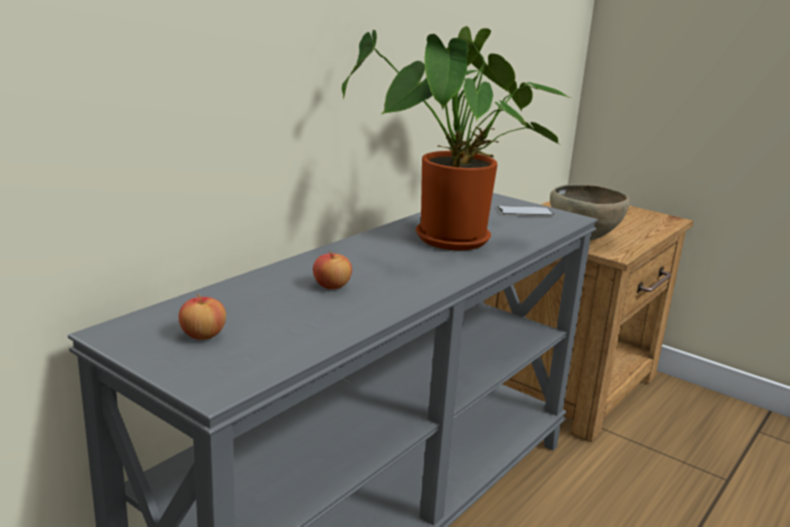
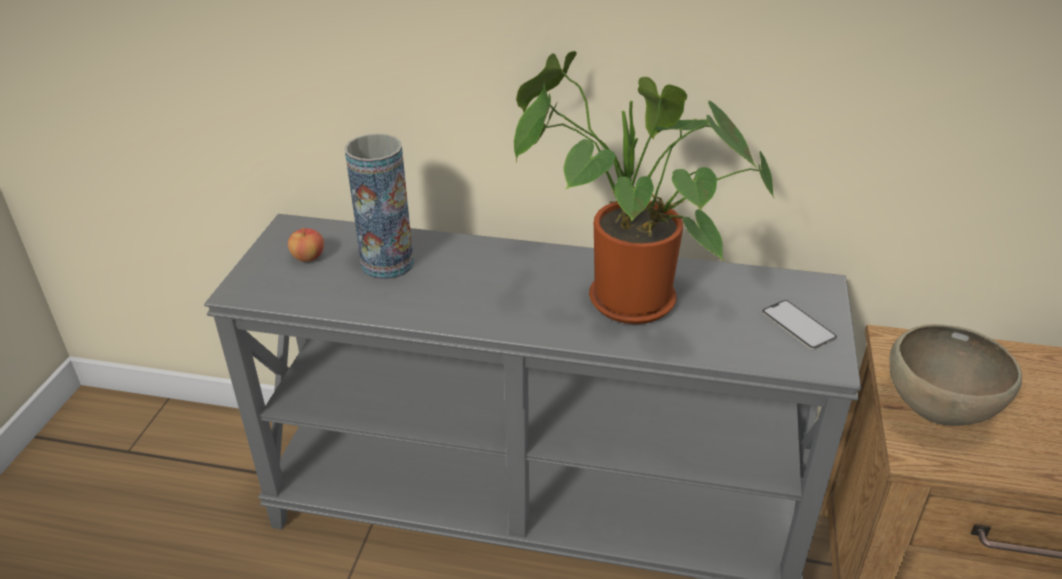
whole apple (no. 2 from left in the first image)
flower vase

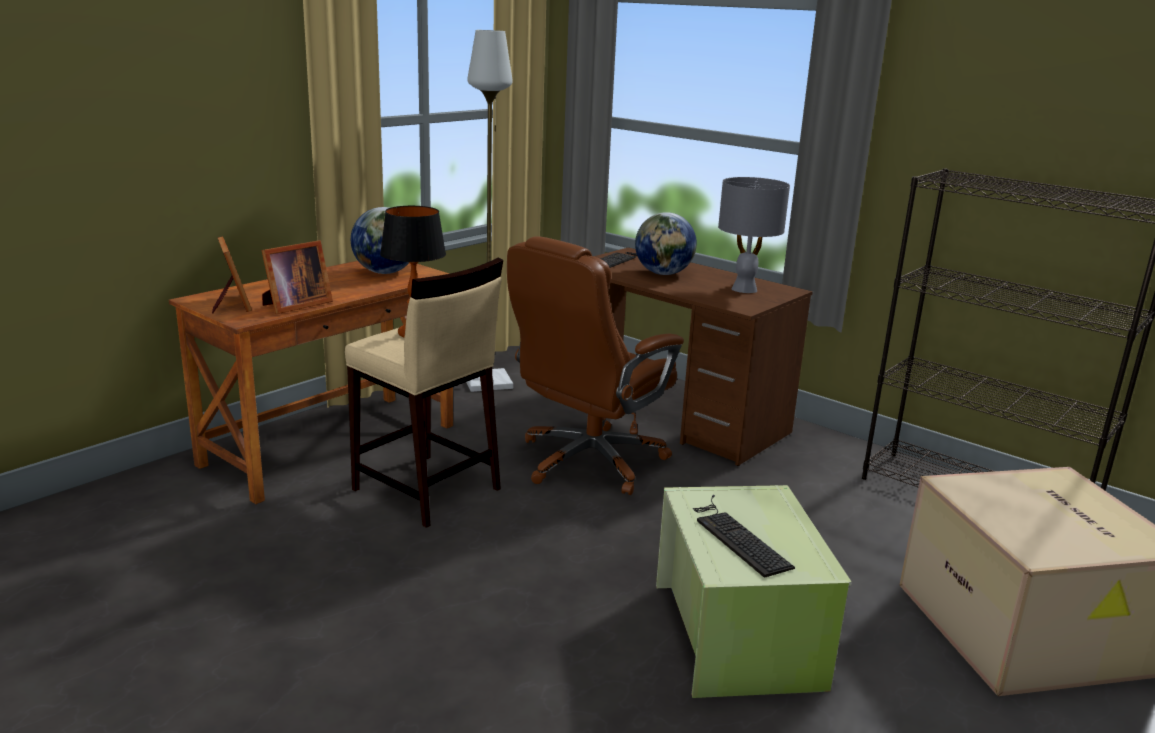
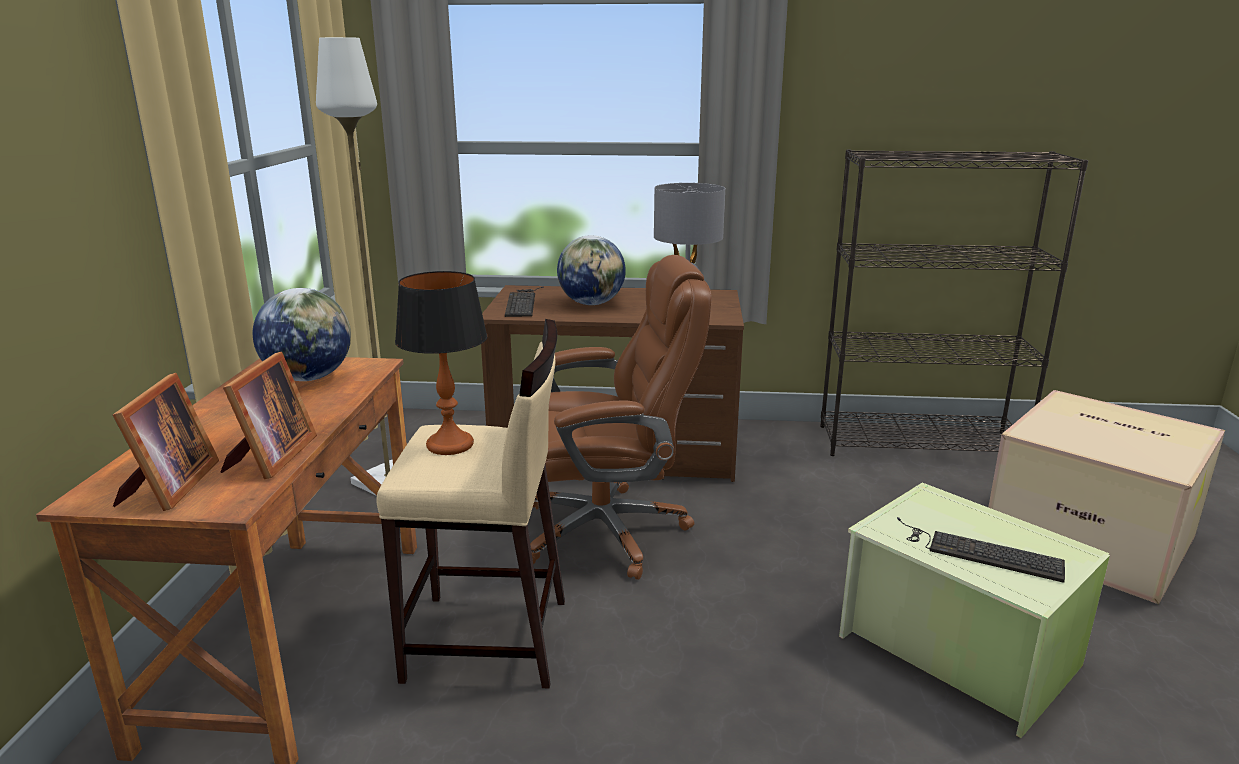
picture frame (no. 1 from left)
brown-coloured office chair

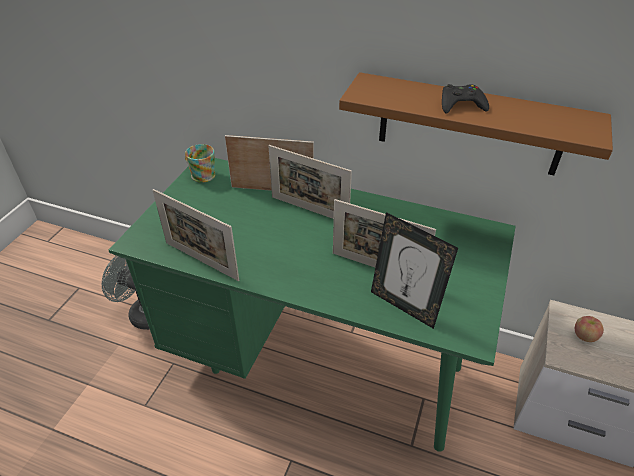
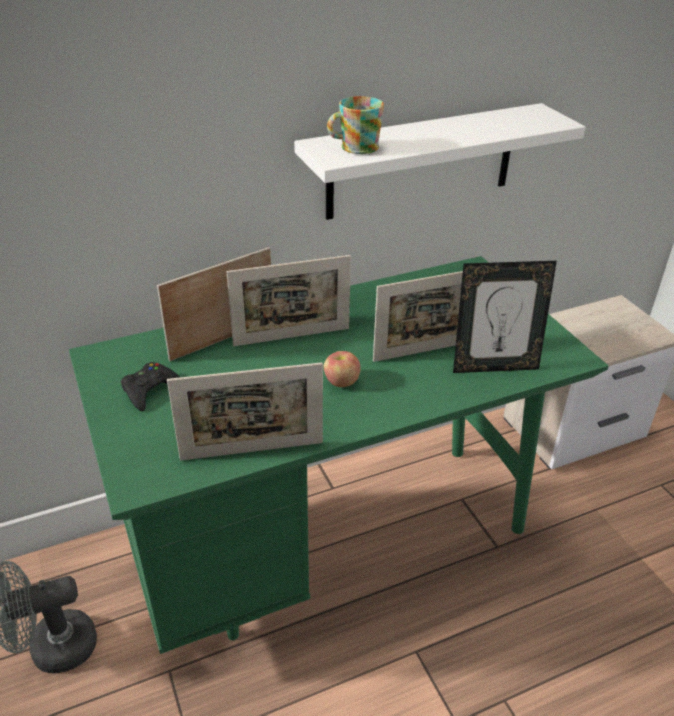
white wall shelf
blackish game controller
coffee mug
whole apple

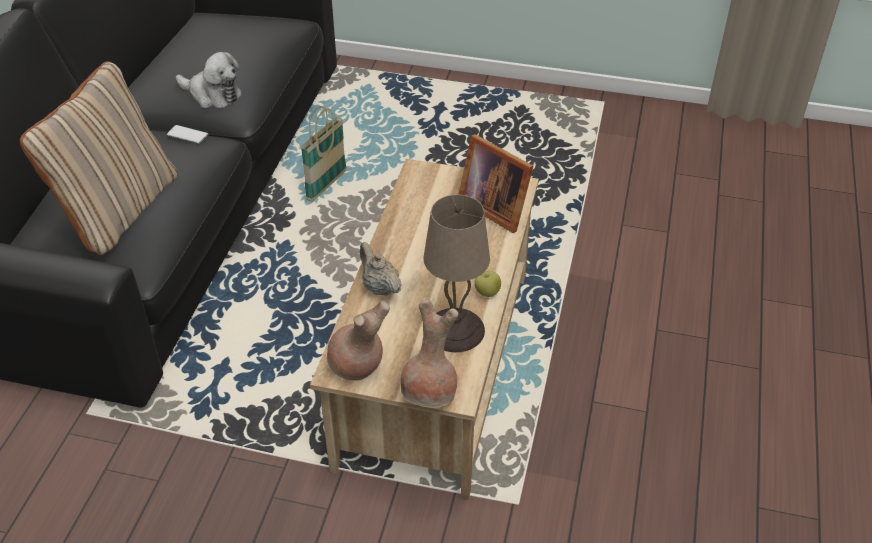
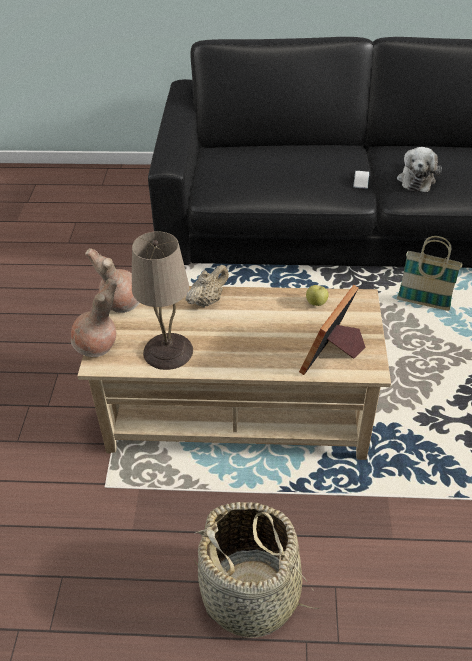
beige-coloured throw pillow
whole apple
basket (no. 1 from left)

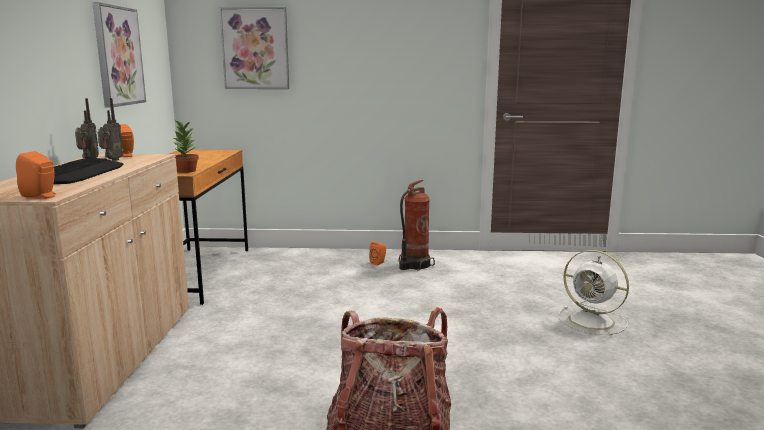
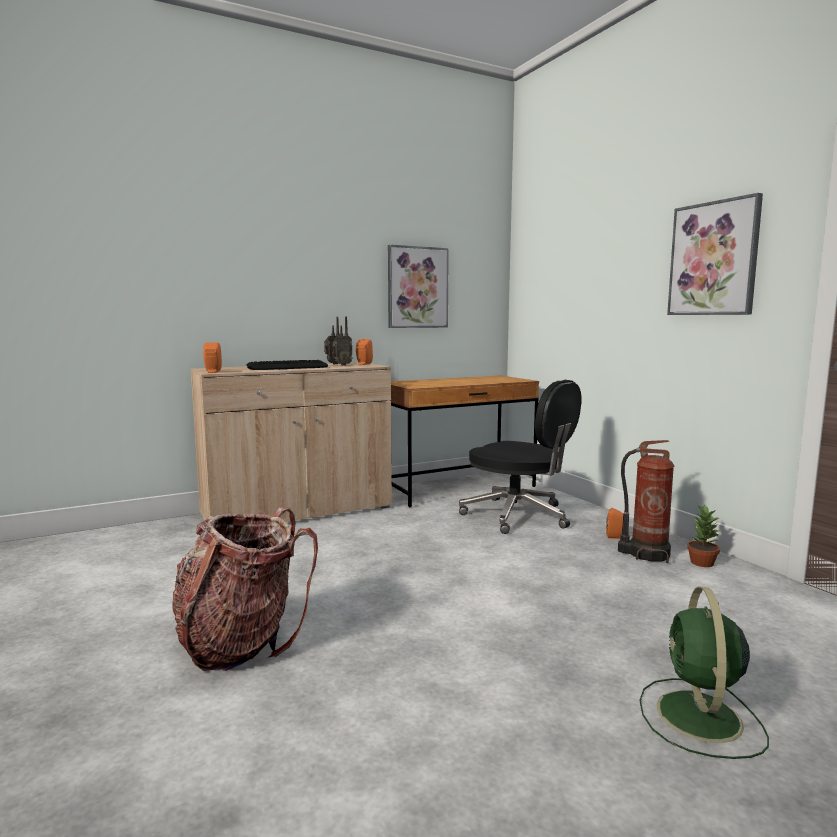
picture (no. 2 from left)
plant in a pot
green-coloured cooling fan
blackish office chair

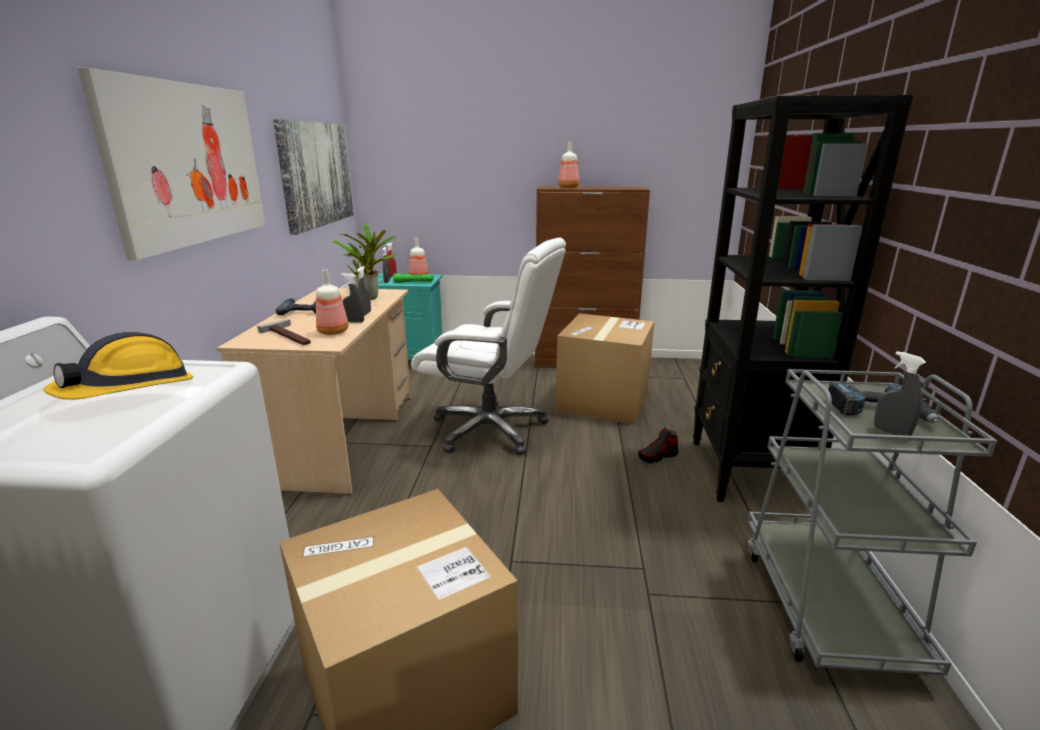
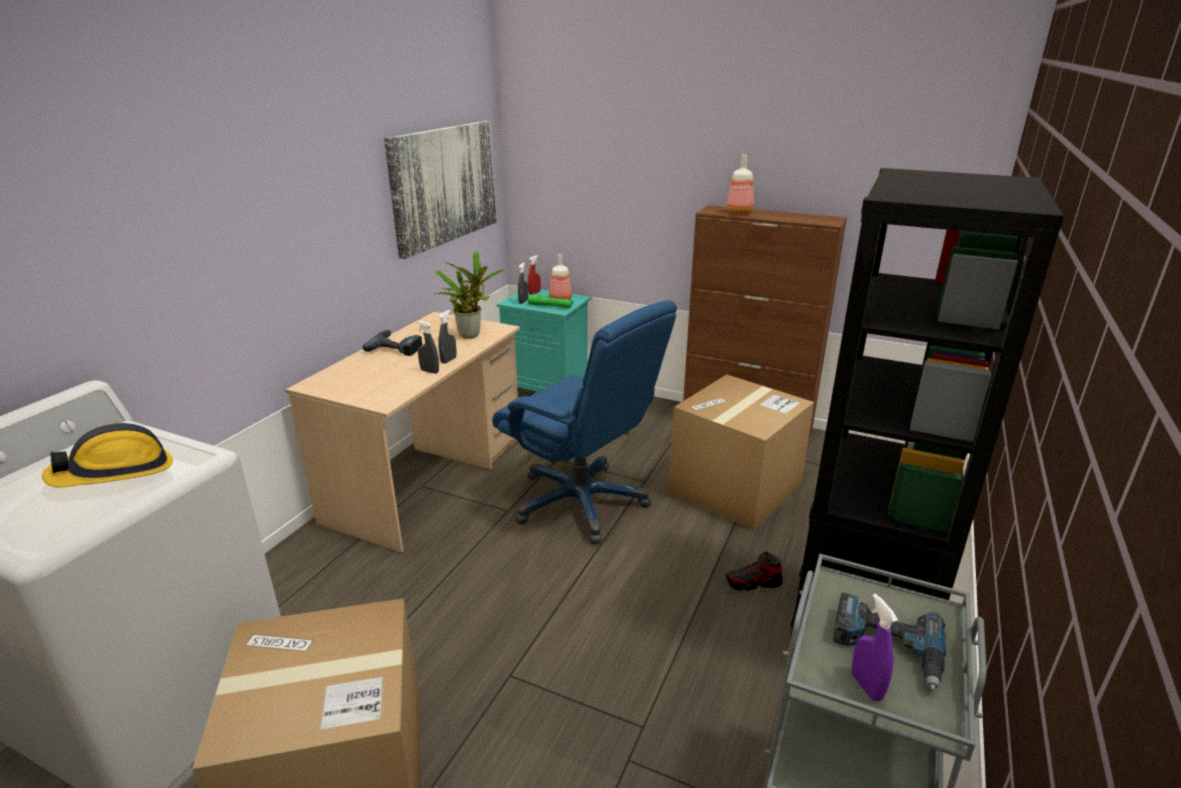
picture (no. 1 from left in the first image)
bluish office chair
beverage bottle (no. 1 from left in the first image)
tool hammer
purple-coloured sprayer

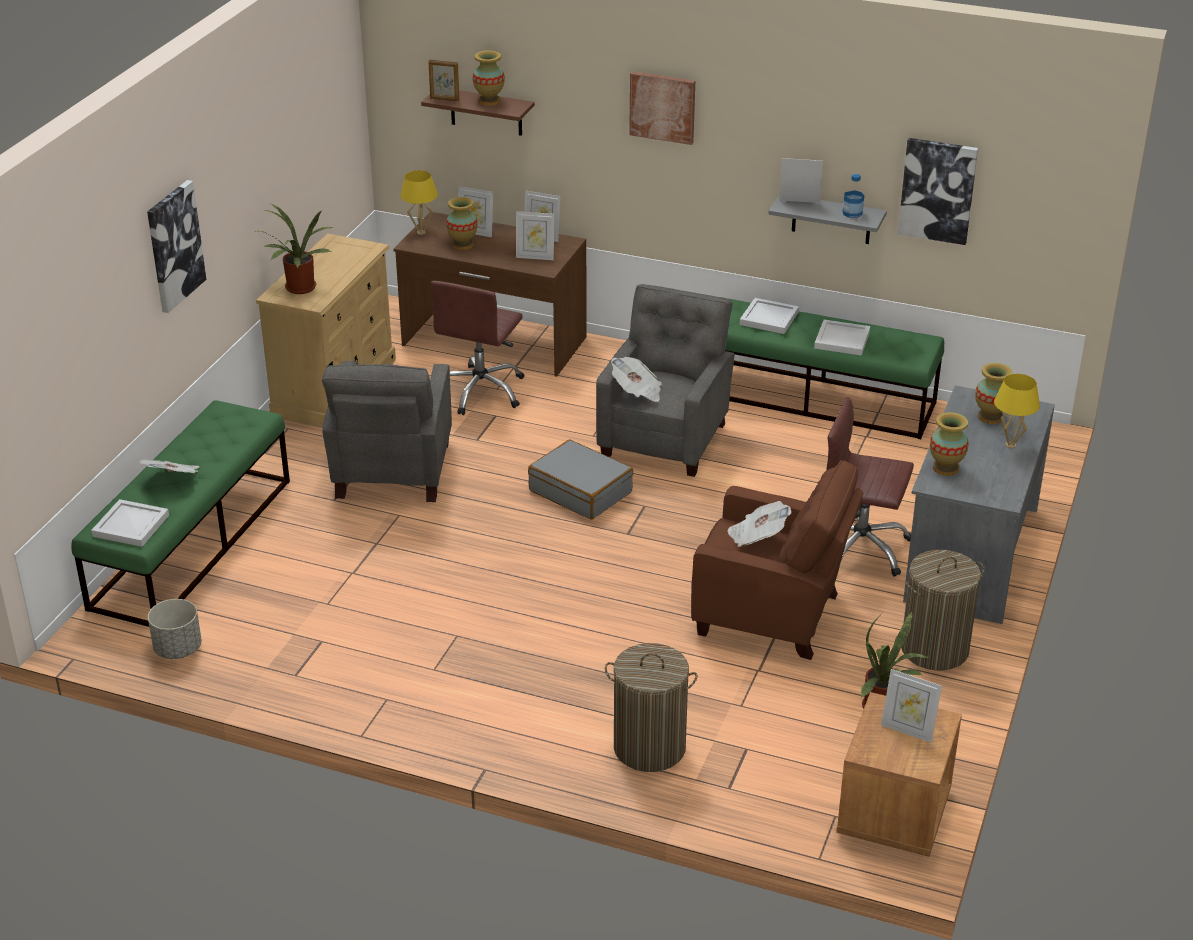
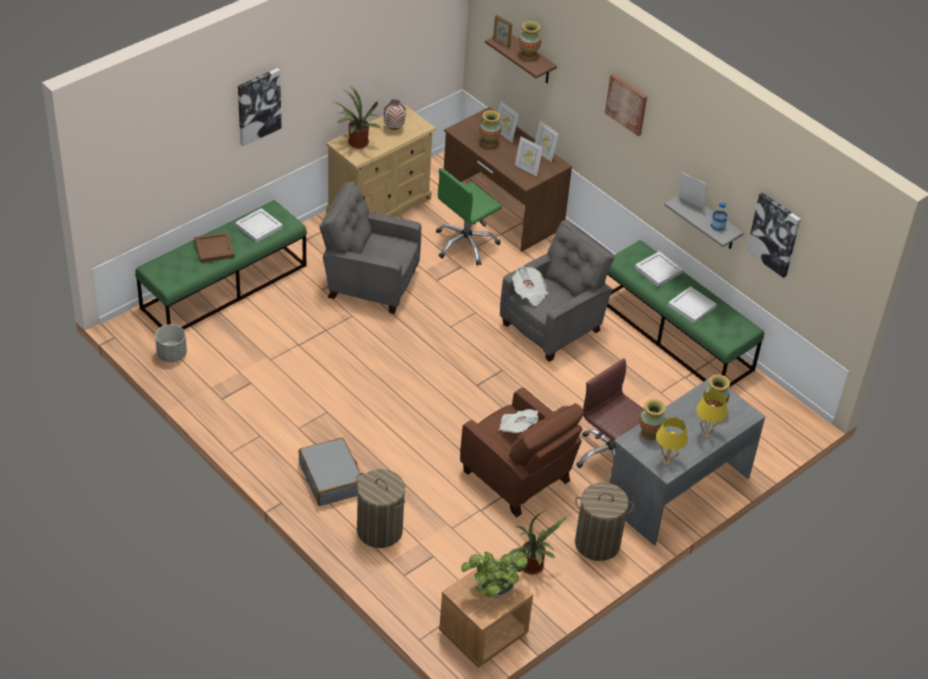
yellowish table lamp (no. 1 from left)
green-coloured office chair
grey lounge chair (no. 1 from left)
grey suitcase
brown-coloured serving tray
white serving tray (no. 1 from left)
plant in a pot (no. 2 from left)
flower vase (no. 1 from left)

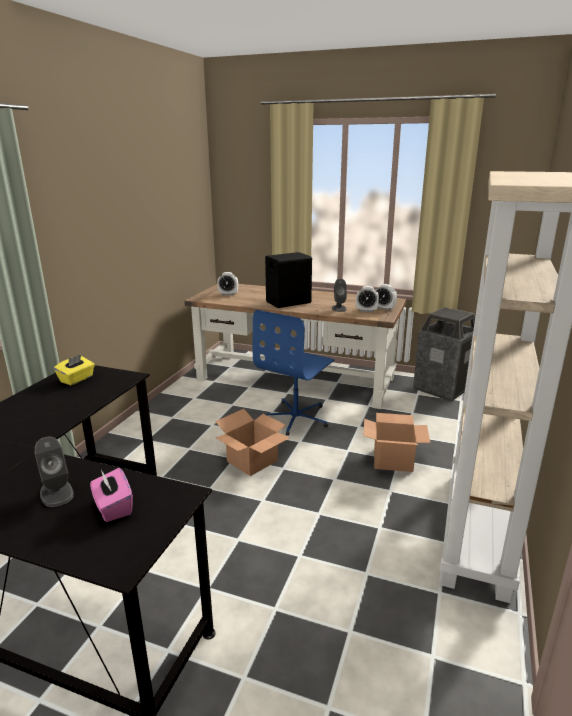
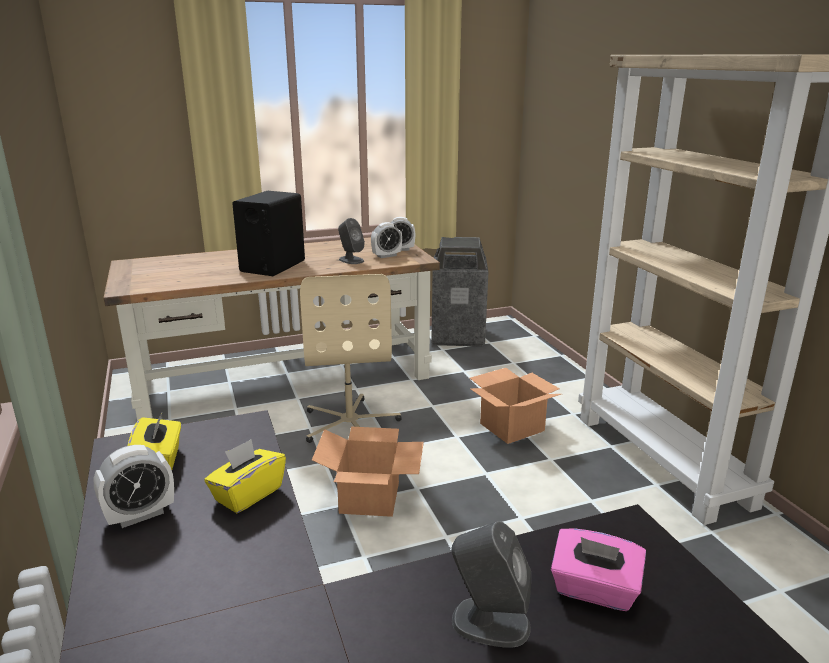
alarm clock (no. 1 from left)
beige-coloured office chair
yellowish tissue box (no. 2 from left)

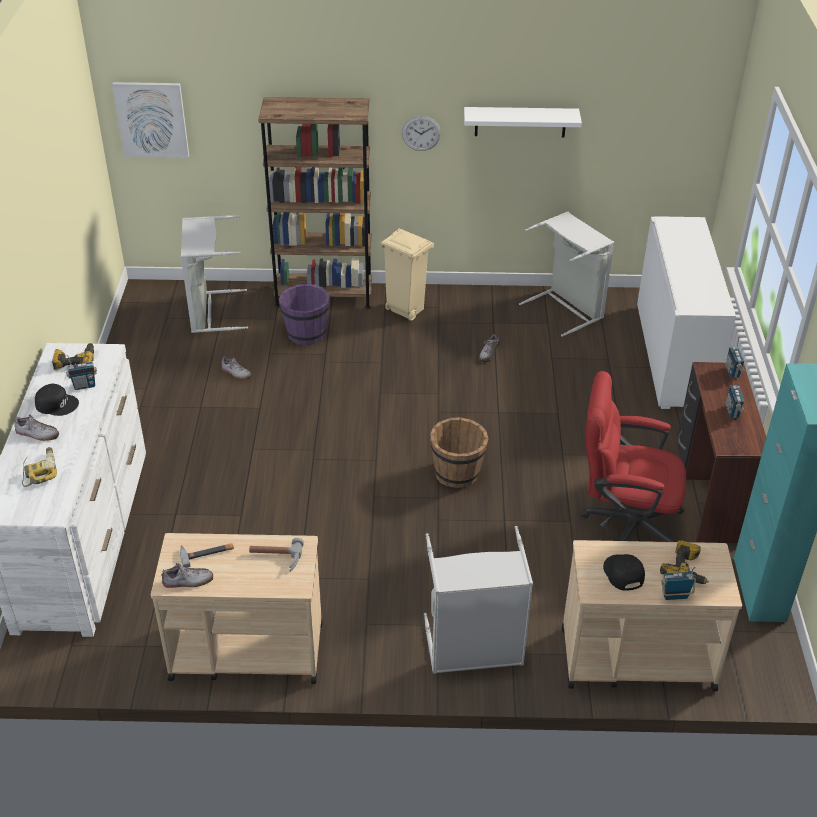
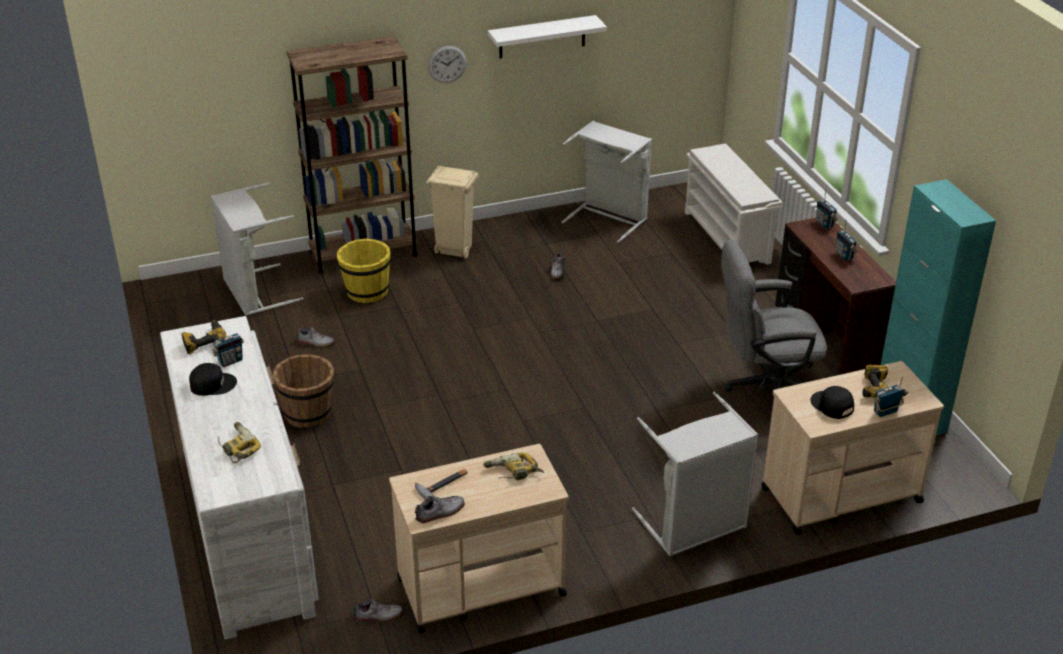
picture
white shoe rack
yellowish pail
grey office chair
shoe (no. 2 from left)
brown-coloured pail
power drill (no. 3 from left)

